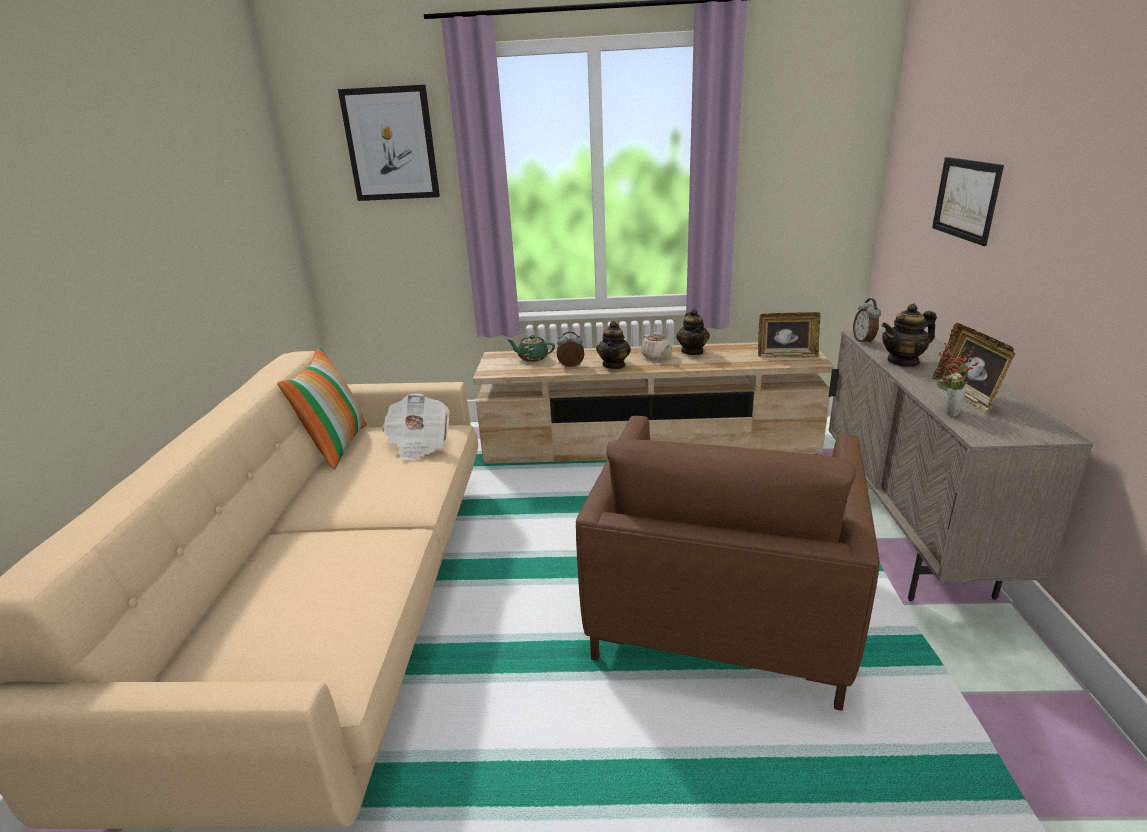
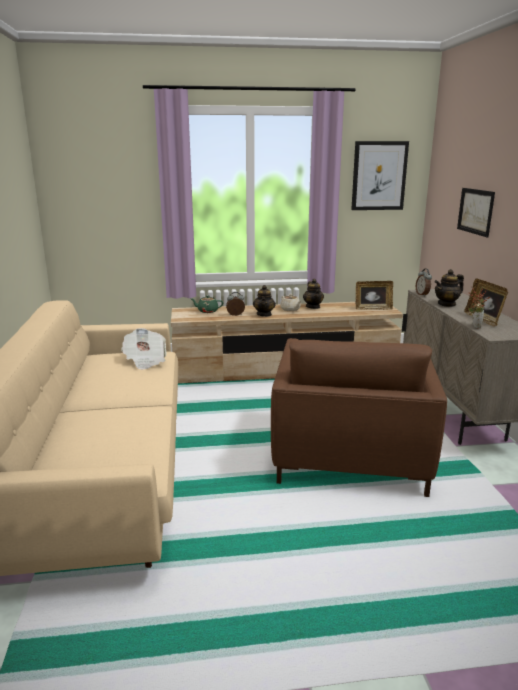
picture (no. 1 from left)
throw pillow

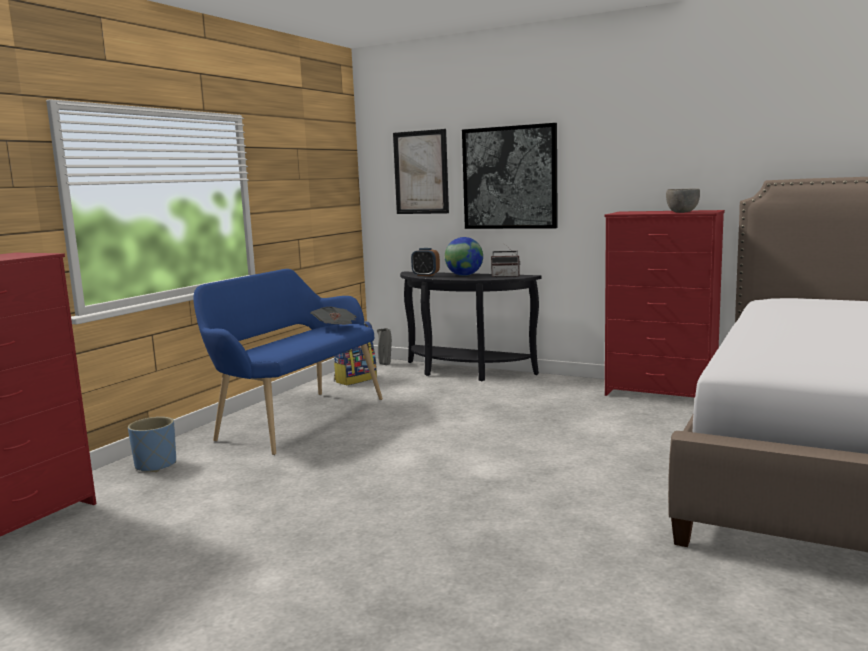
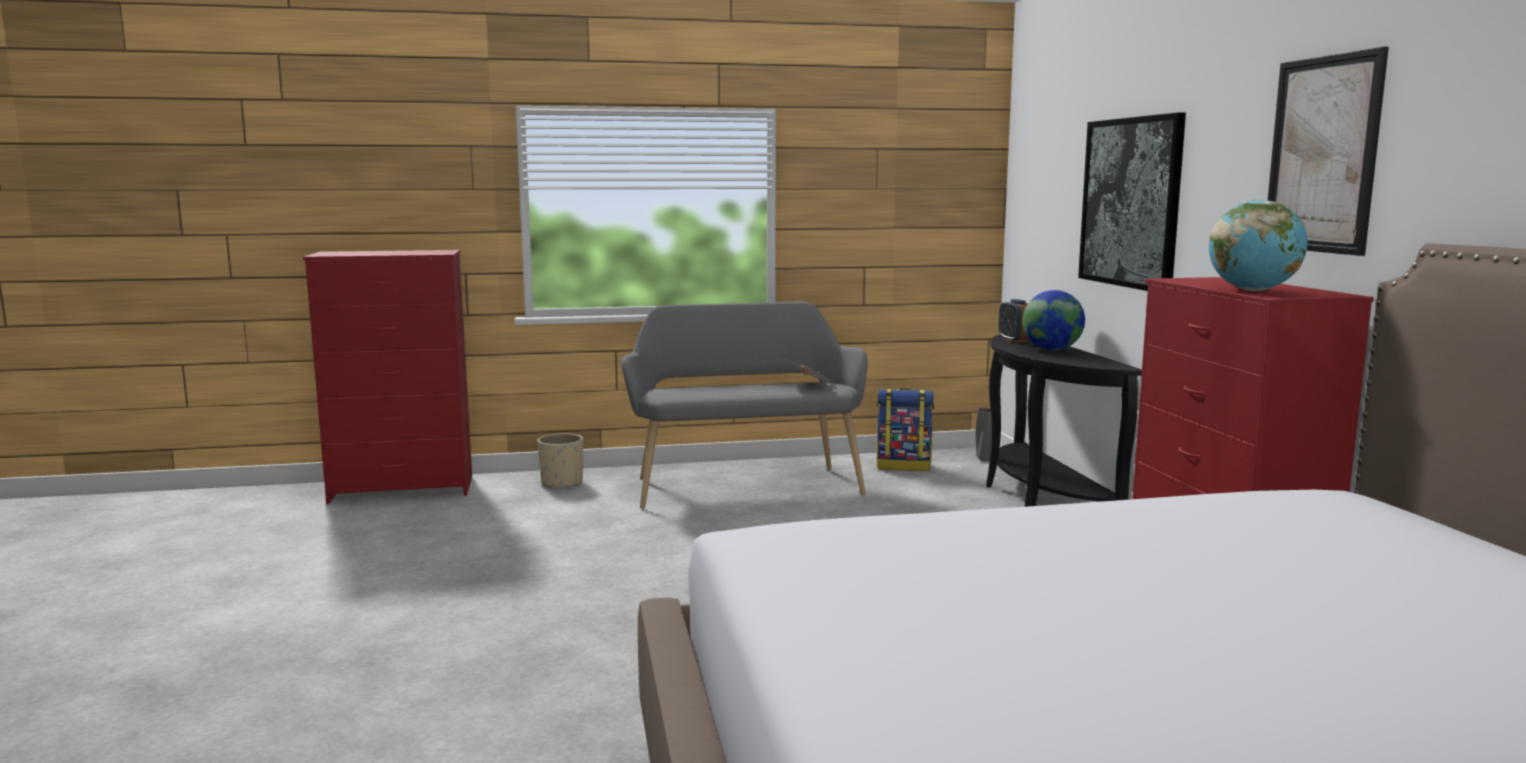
picture (no. 2 from left)
world globe (no. 2 from left)
radio set
grey long seat
beige-coloured plant pot

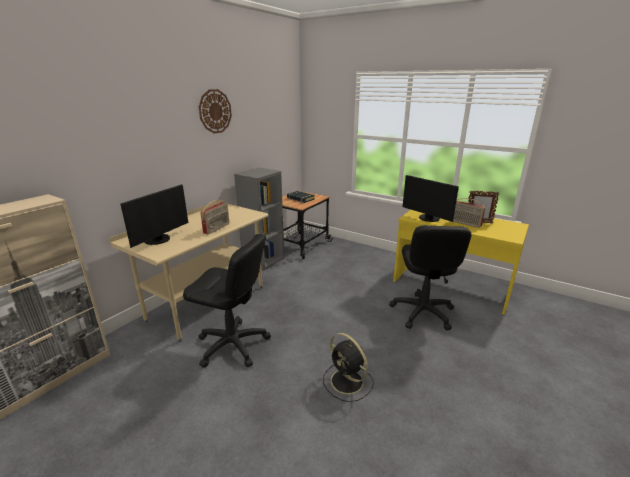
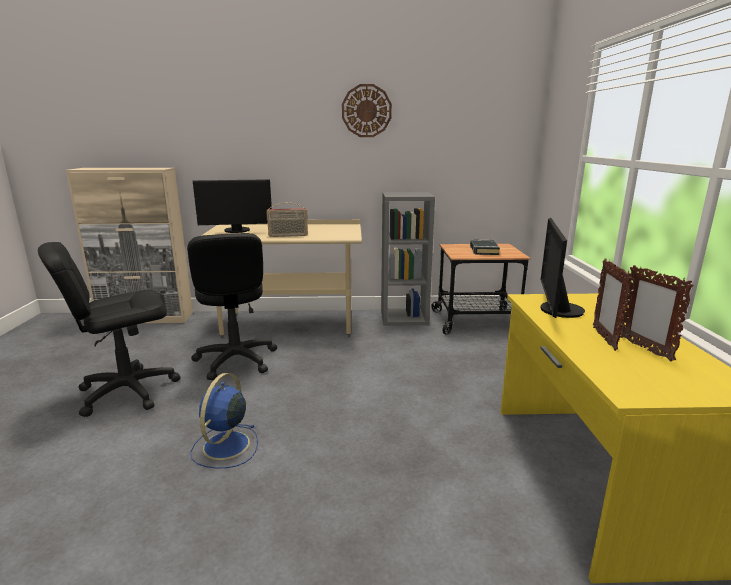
picture frame (no. 1 from left)
blackish office chair (no. 1 from left)
bluish cooling fan

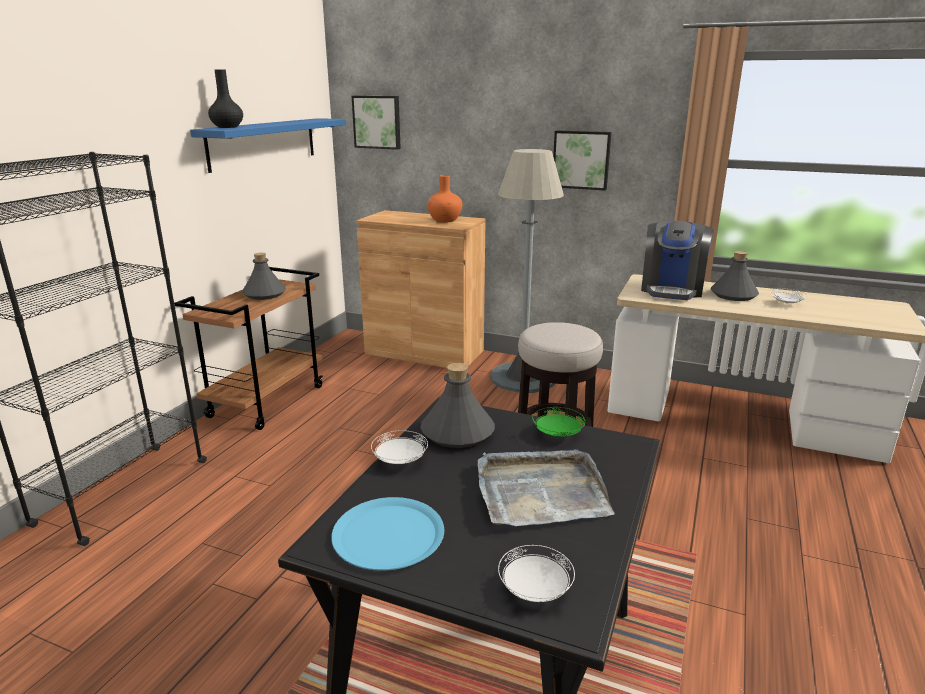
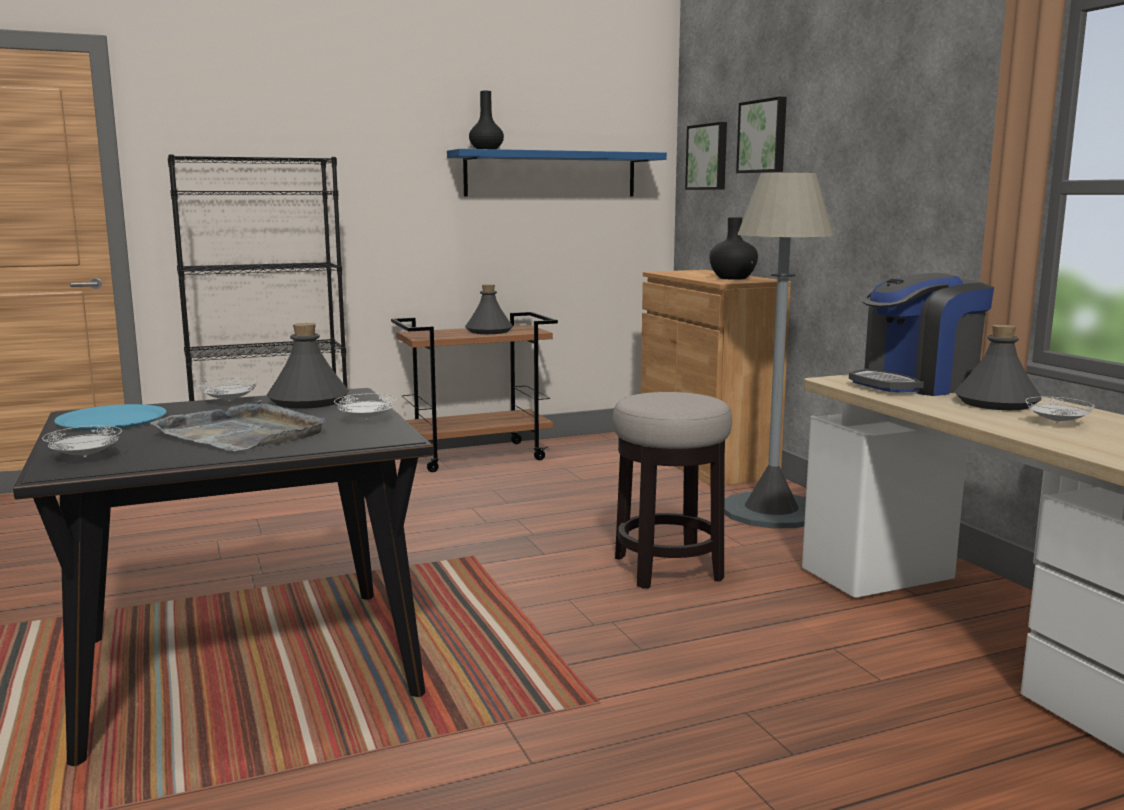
picture (no. 2 from left)
blackish flower vase (no. 2 from left)
white flat dish (no. 3 from left)

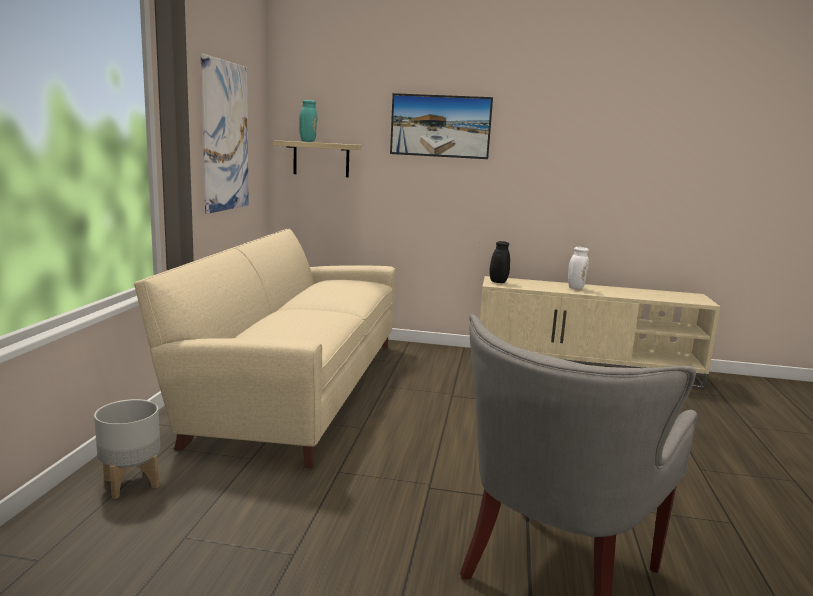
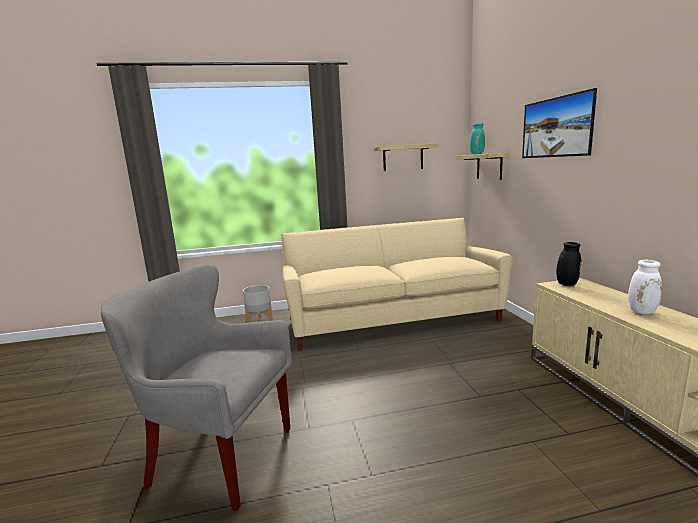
wall shelf (no. 1 from left)

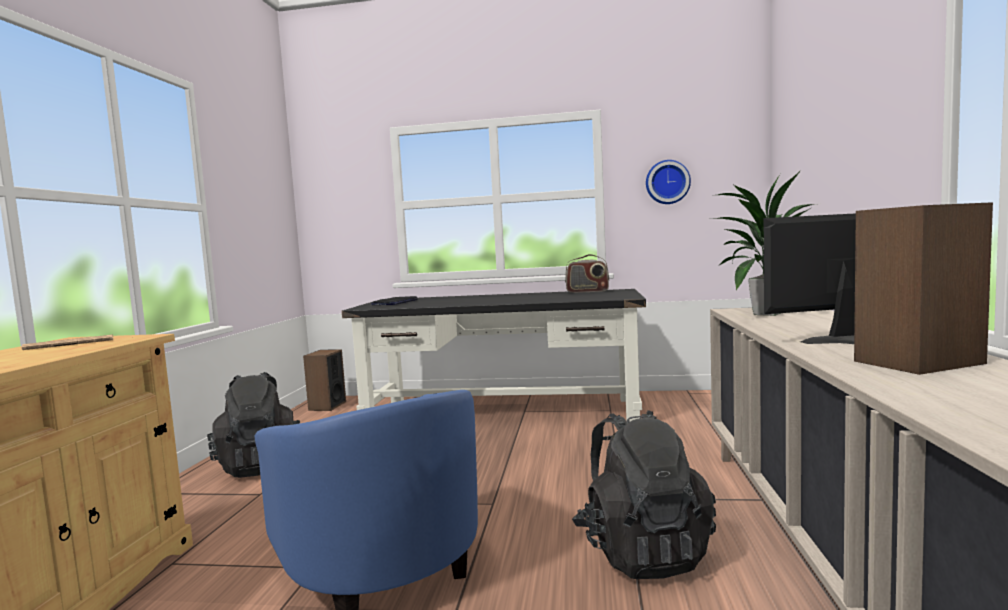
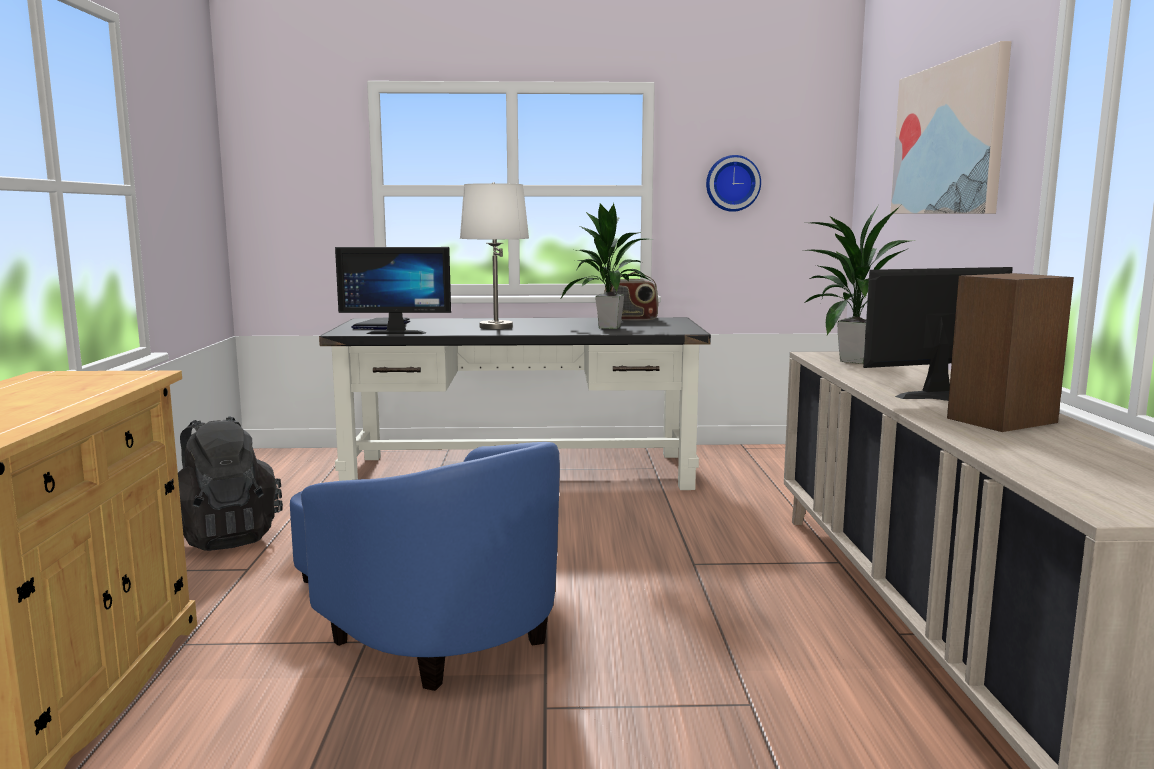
newspaper
speaker (no. 1 from left in the first image)
blackish backpack (no. 2 from left in the first image)
picture
white table lamp
plant in a pot (no. 1 from left)
computer screen (no. 1 from left)

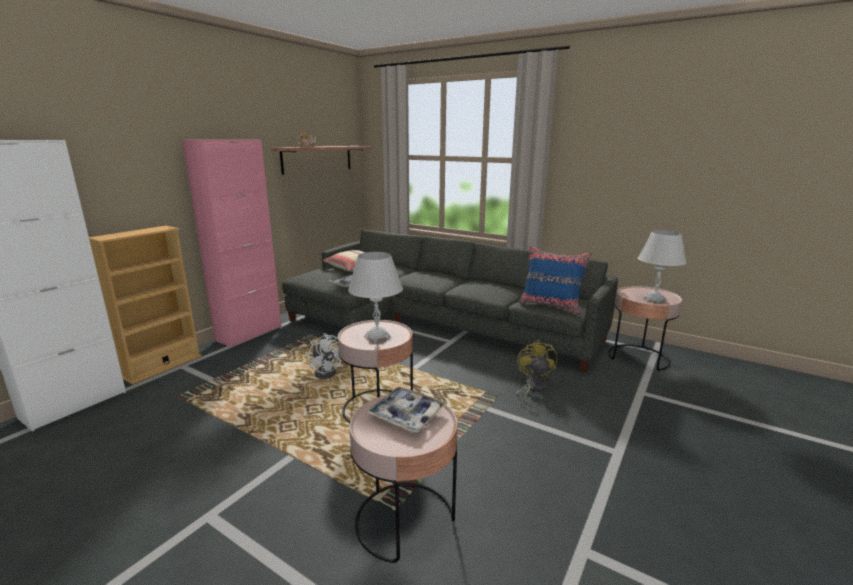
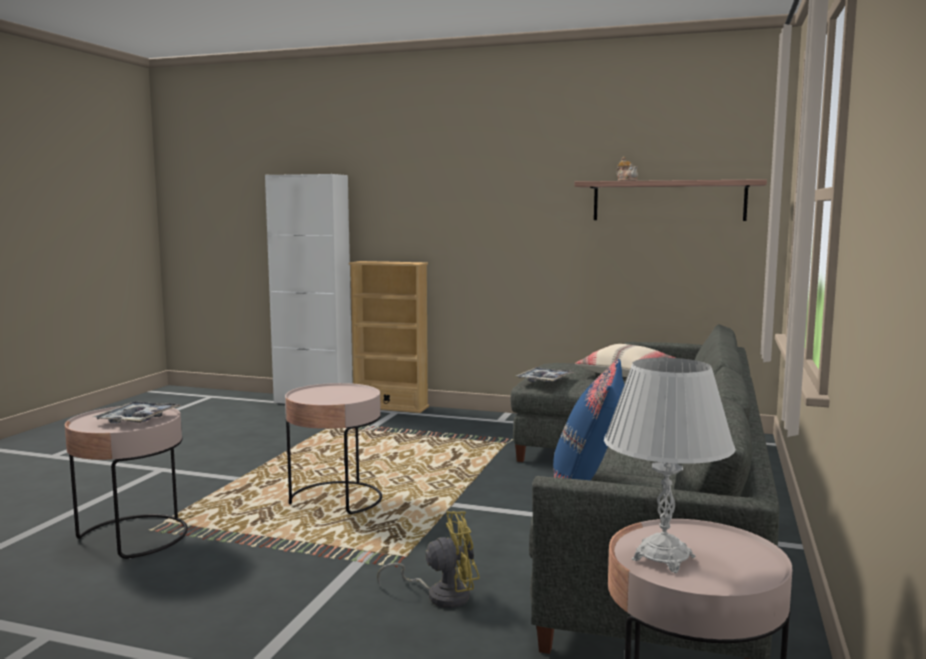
pink cupboard
white table lamp (no. 1 from left in the first image)
white cooling fan

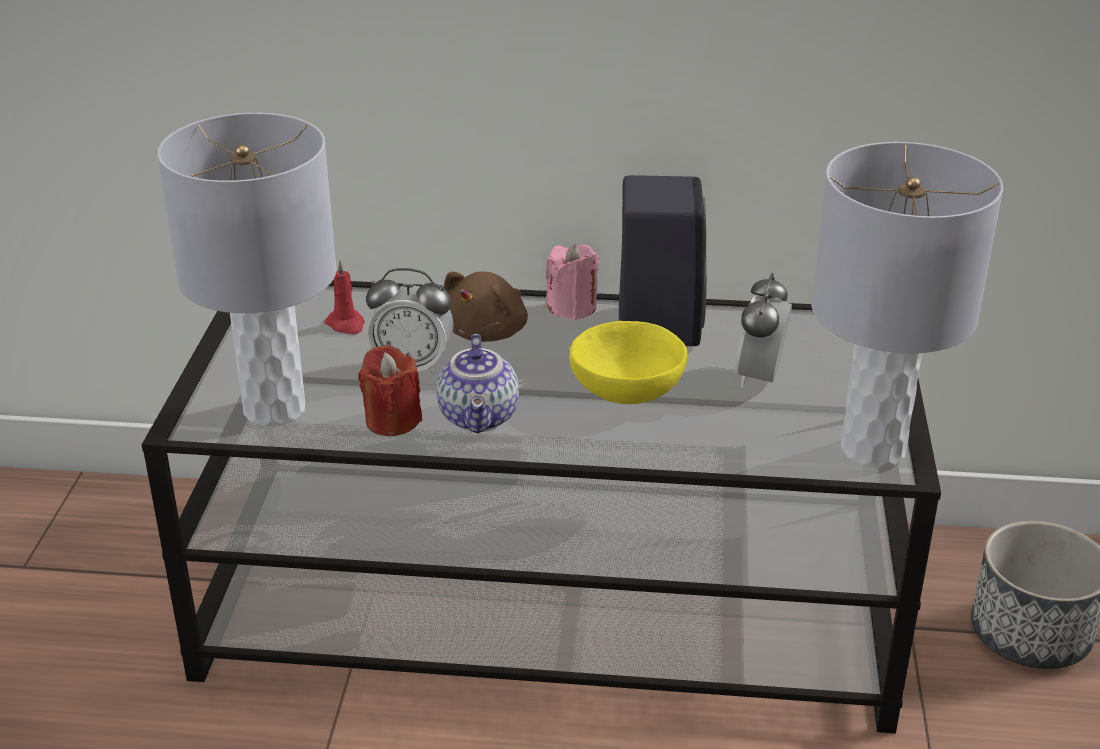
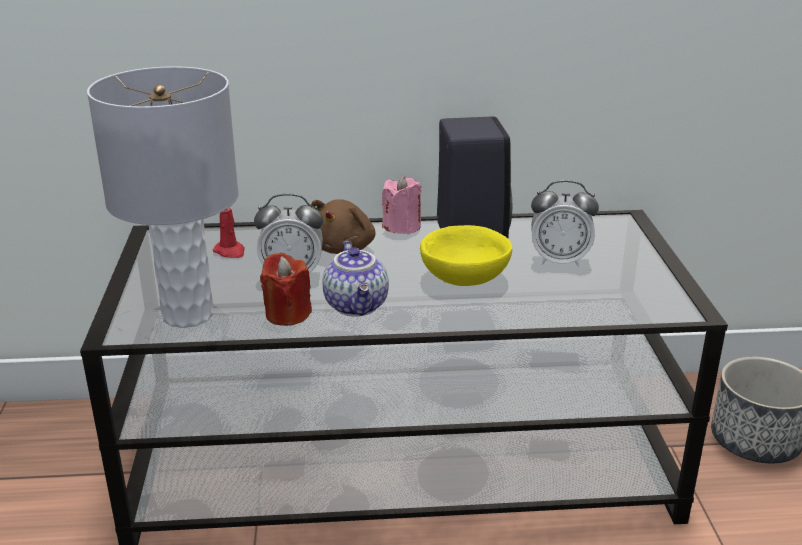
grey table lamp (no. 2 from left in the first image)
alarm clock (no. 2 from left)

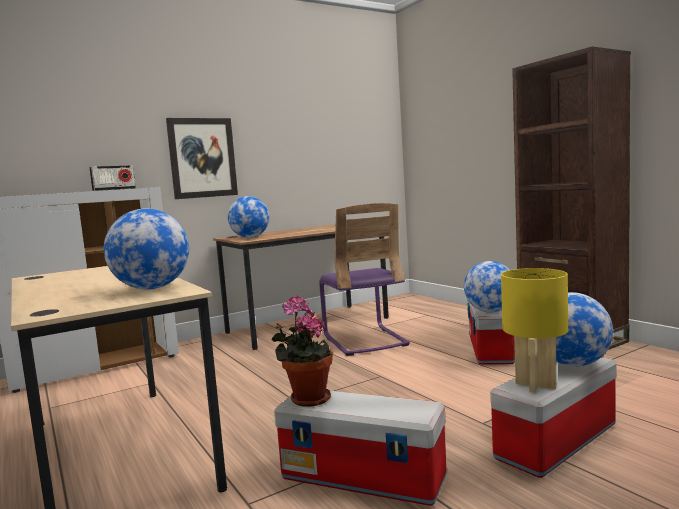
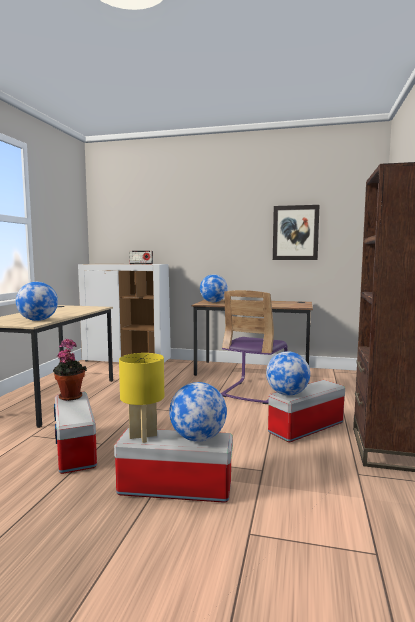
picture

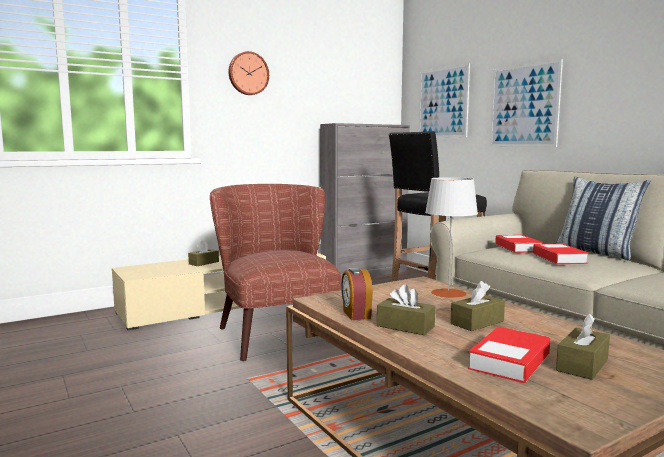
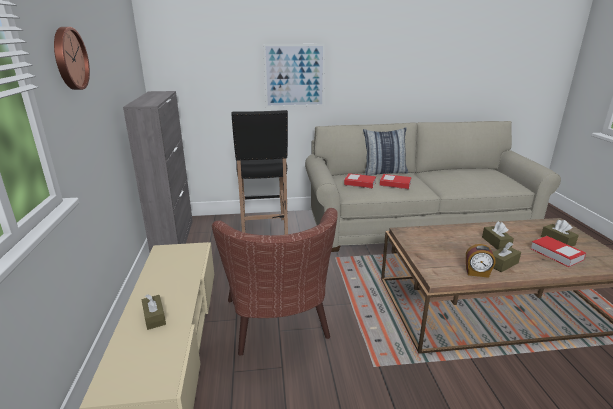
picture (no. 1 from left in the first image)
grey table lamp
brown-coloured lounge chair

